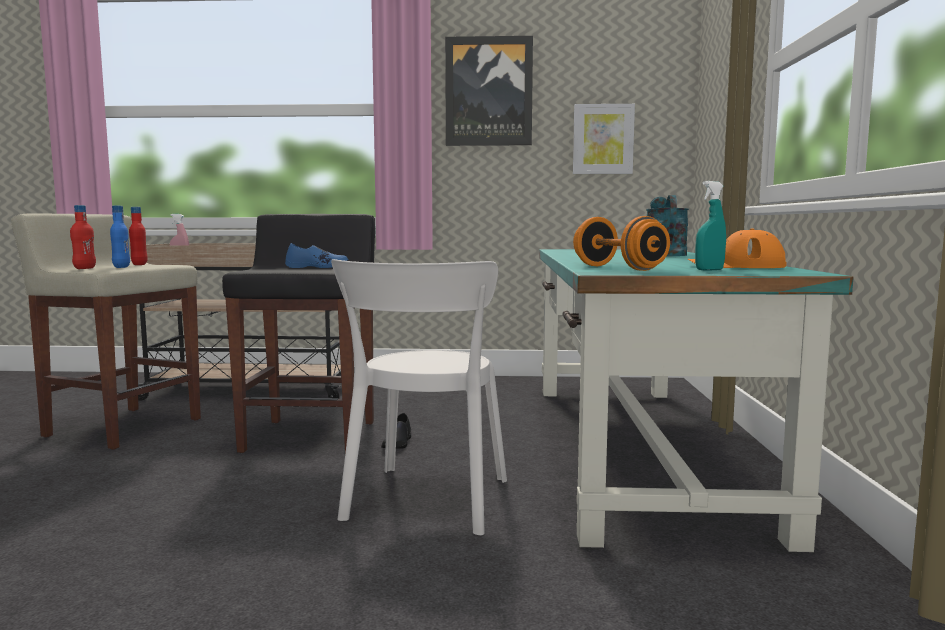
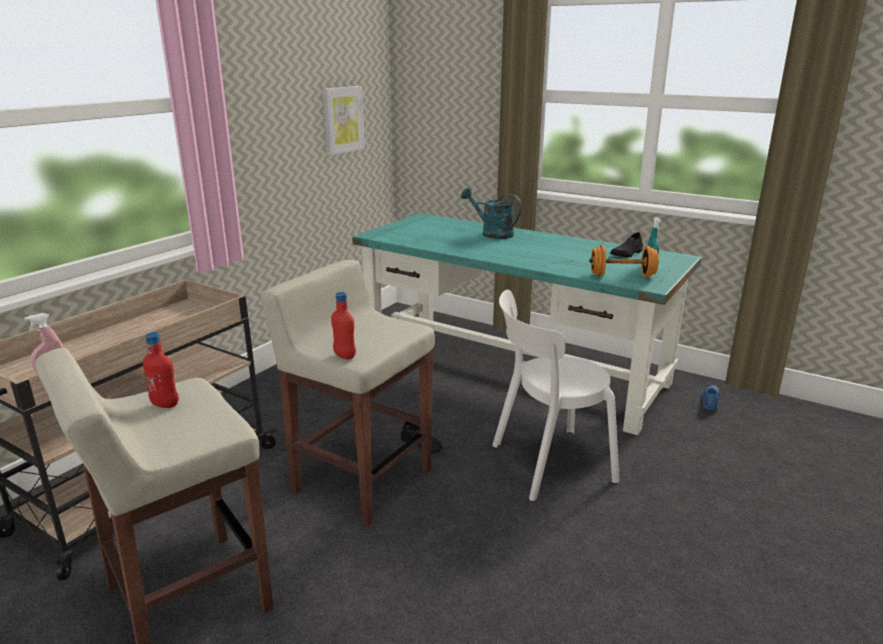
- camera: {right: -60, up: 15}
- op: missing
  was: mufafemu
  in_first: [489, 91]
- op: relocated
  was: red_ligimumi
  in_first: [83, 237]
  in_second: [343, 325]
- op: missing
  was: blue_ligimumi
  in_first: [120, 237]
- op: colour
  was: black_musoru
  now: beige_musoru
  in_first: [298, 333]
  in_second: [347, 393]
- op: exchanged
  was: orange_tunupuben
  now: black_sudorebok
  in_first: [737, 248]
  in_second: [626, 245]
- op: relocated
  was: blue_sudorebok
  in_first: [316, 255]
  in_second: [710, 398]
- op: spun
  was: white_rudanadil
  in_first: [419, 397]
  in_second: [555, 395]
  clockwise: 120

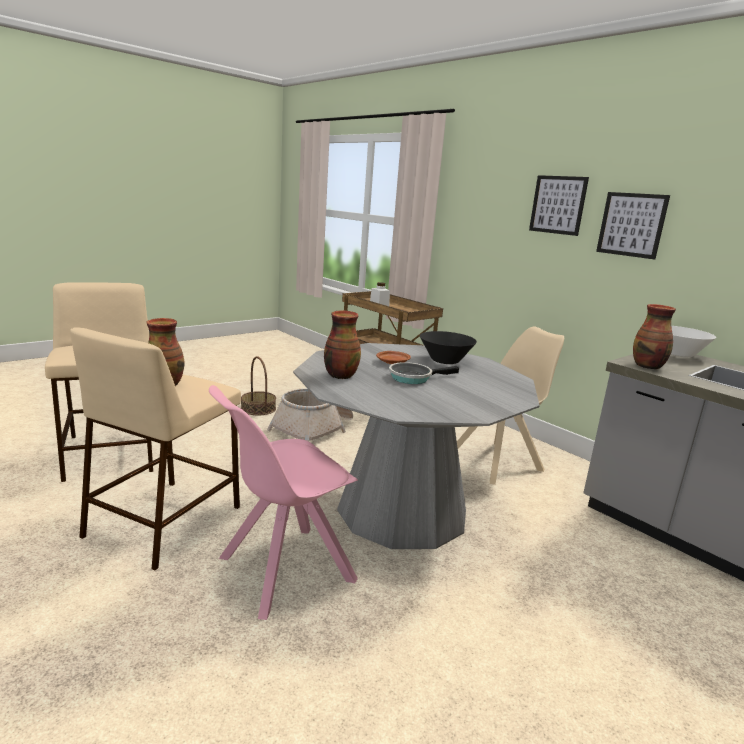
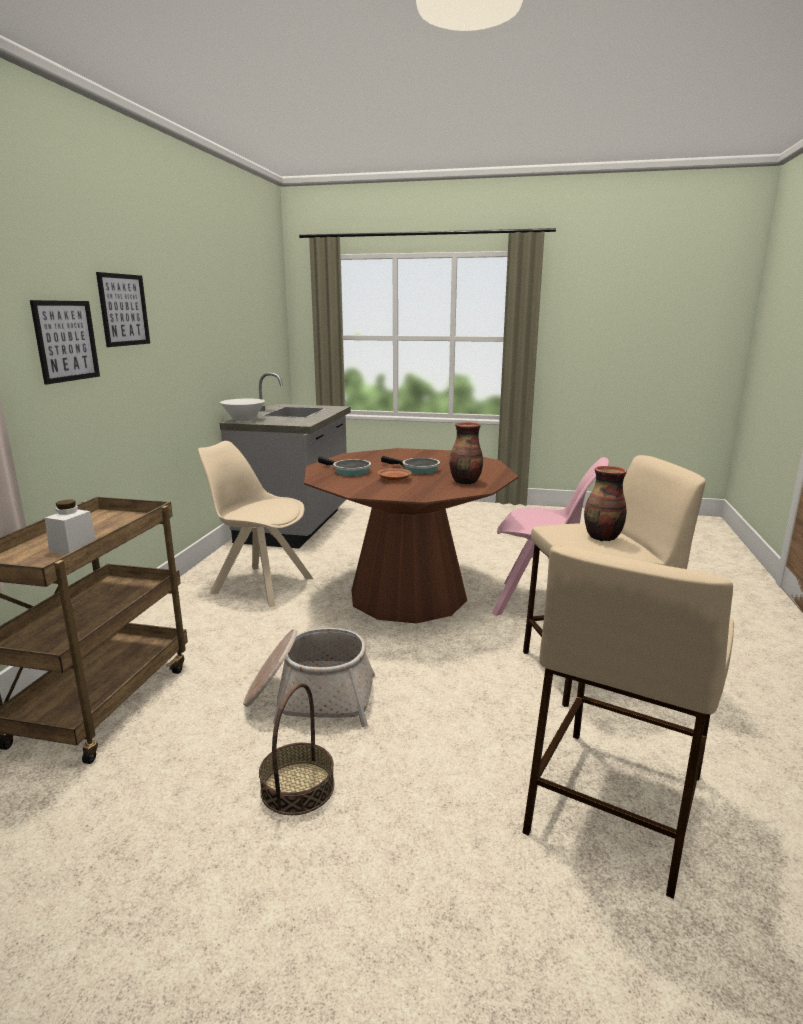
- camera: {right: -125, up: 0}
- op: relocated
  was: mufafemu
  in_first: [633, 226]
  in_second: [65, 342]
- op: missing
  was: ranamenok
  in_first: [654, 336]
- op: exchanged
  was: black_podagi
  now: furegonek
  in_first: [448, 347]
  in_second: [344, 466]
- op: colour
  was: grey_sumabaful
  now: brown_sumabaful
  in_first: [416, 446]
  in_second: [411, 536]

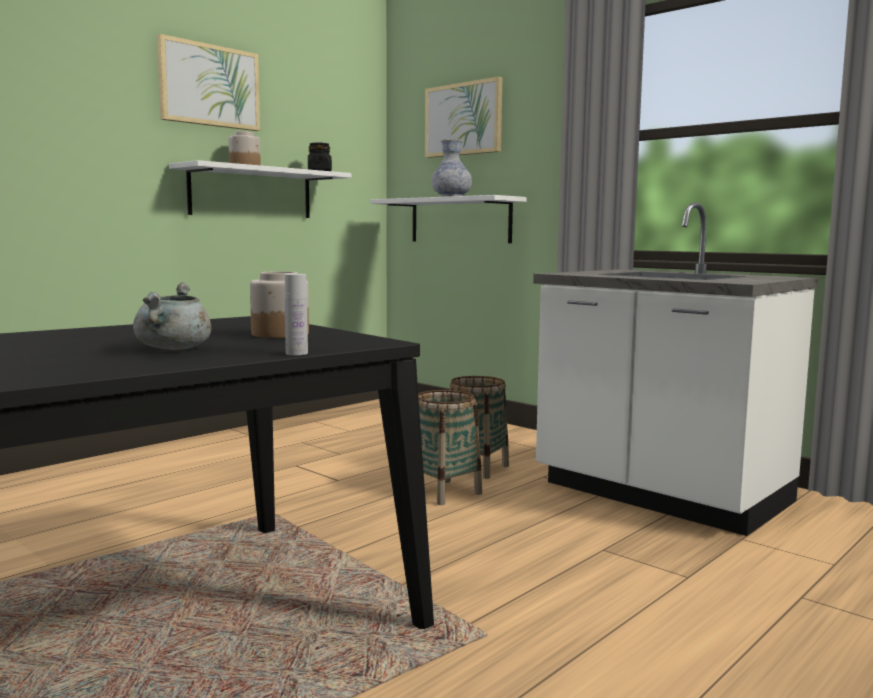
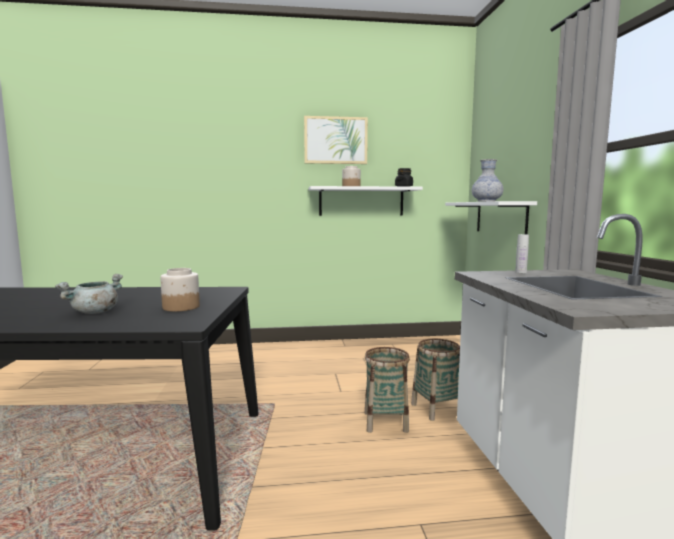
- camera: {right: 40, up: 0}
- op: missing
  was: mufafemu
  in_first: [464, 117]
- op: relocated
  was: white_ligimumi
  in_first: [296, 314]
  in_second: [522, 253]

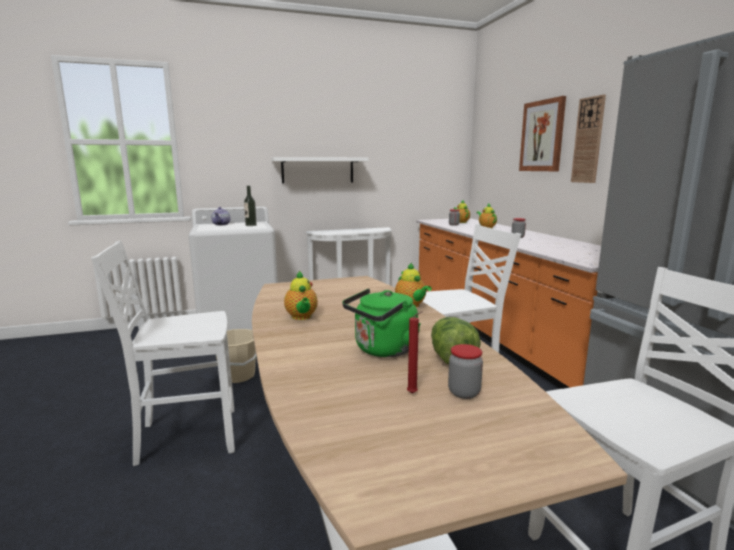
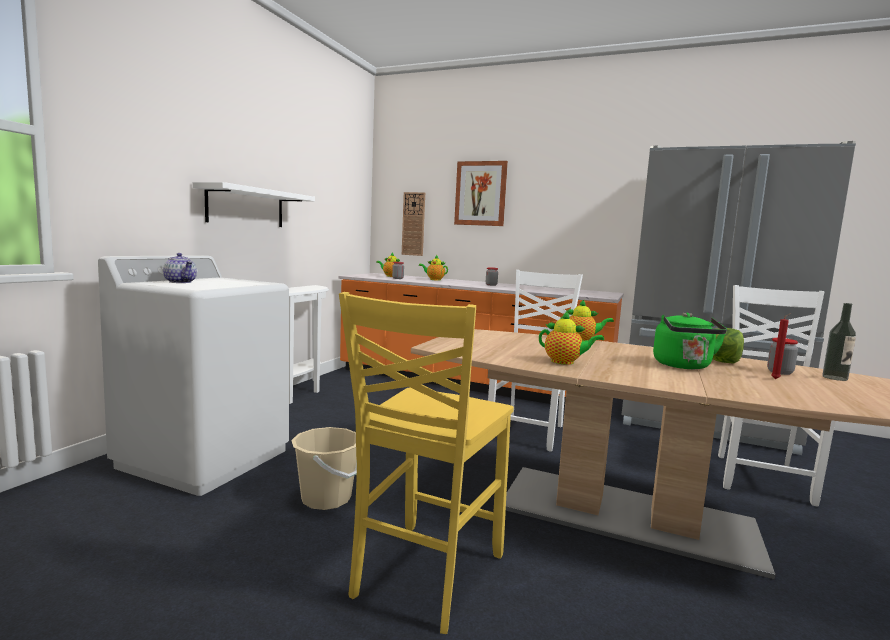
- camera: {right: -50, up: -5}
- op: relocated
  was: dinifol
  in_first: [588, 138]
  in_second: [413, 224]
- op: relocated
  was: ligimumi
  in_first: [250, 206]
  in_second: [839, 342]
- op: colour
  was: white_rudanadil
  now: yellow_rudanadil
  in_first: [163, 353]
  in_second: [426, 463]

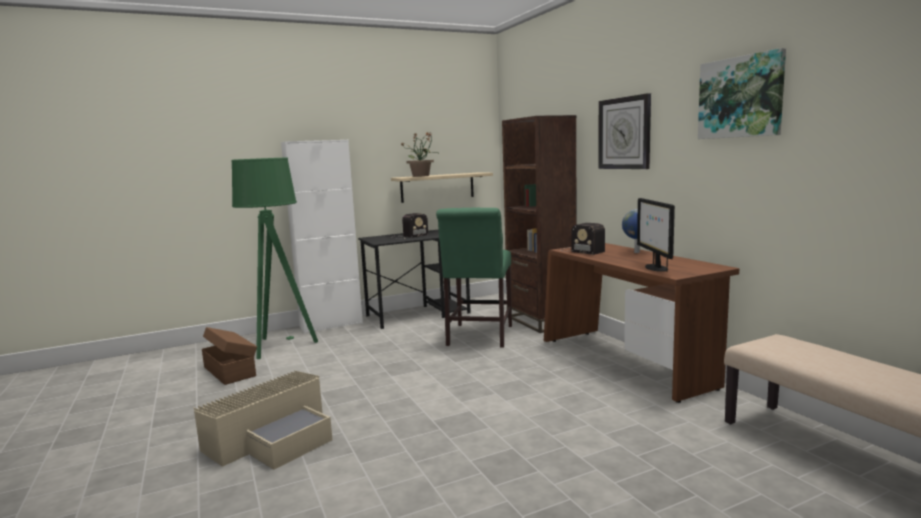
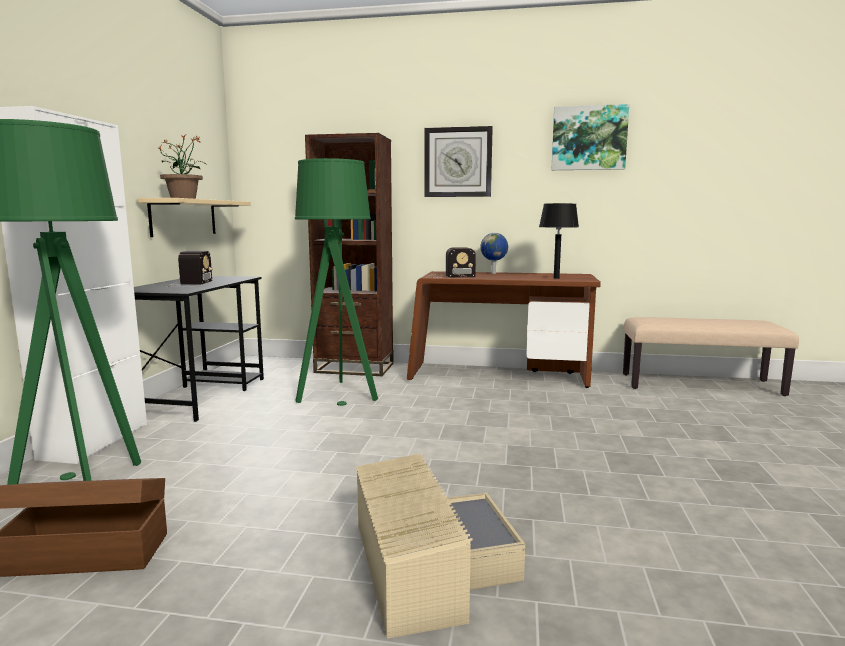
- camera: {right: -55, up: 0}
- op: exchanged
  was: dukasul
  now: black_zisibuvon
  in_first: [656, 235]
  in_second: [559, 241]
- op: exchanged
  was: green_rudanadil
  now: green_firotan
  in_first: [474, 277]
  in_second: [336, 282]

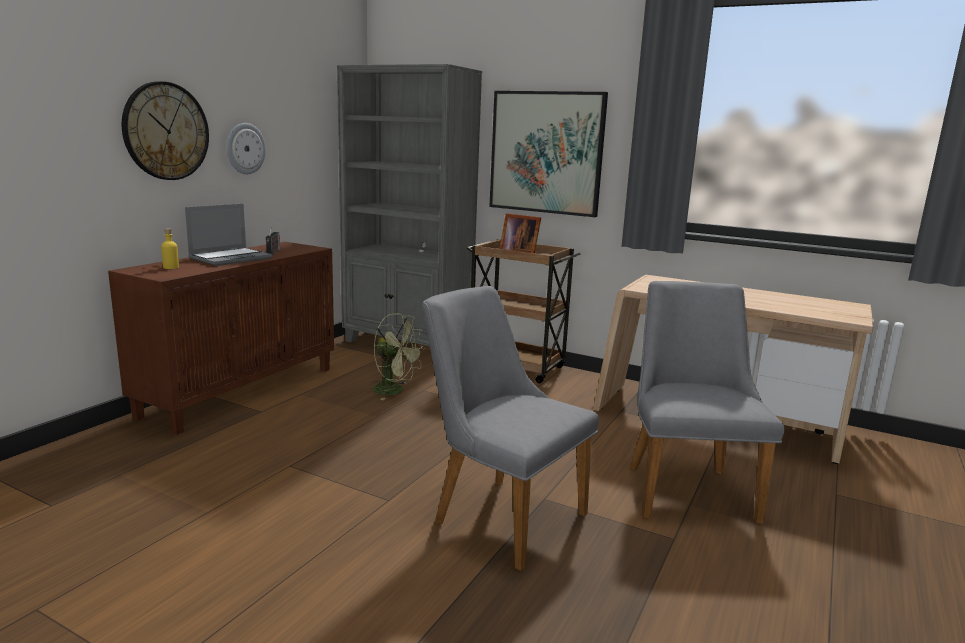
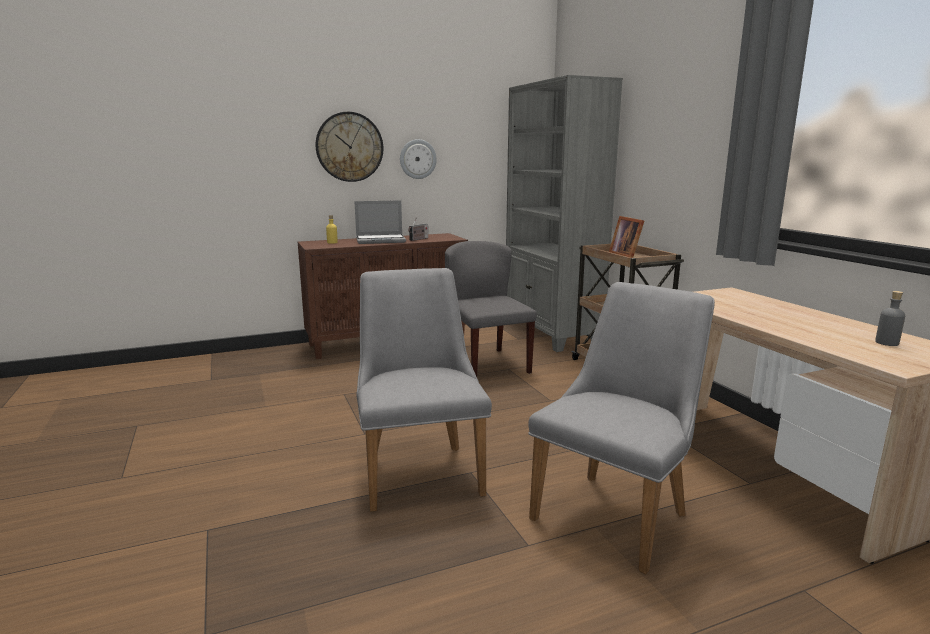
- camera: {right: 40, up: 0}
- op: missing
  was: mufafemu
  in_first: [548, 154]
- op: exchanged
  was: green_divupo
  now: grey_rudanadil
  in_first: [399, 356]
  in_second: [490, 309]
- op: appeared
  now: grey_ligimumi
  in_second: [890, 318]

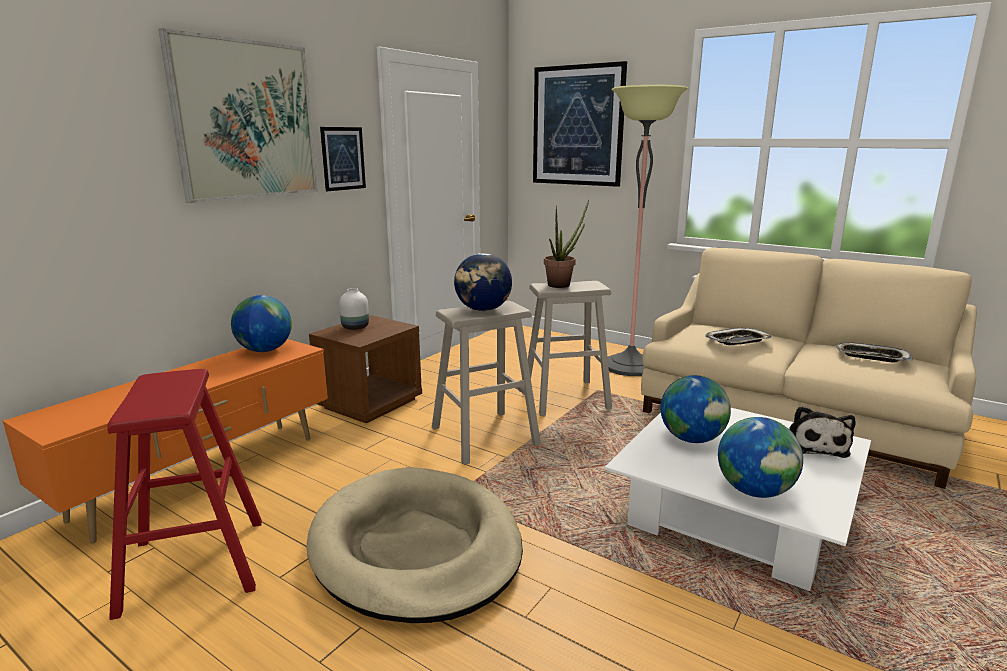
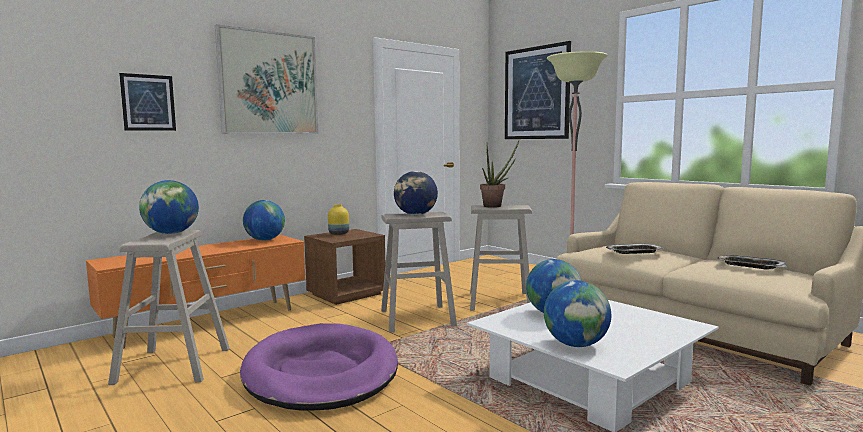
- camera: {right: 15, up: -10}
- op: relocated
  was: mufafemu
  in_first: [343, 159]
  in_second: [147, 102]
- op: colour
  was: white_ranamenok
  now: yellow_ranamenok
  in_first: [354, 309]
  in_second: [338, 219]
- op: colour
  was: red_musoru
  now: beige_musoru
  in_first: [184, 494]
  in_second: [169, 307]
- op: missing
  was: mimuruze
  in_first: [822, 432]
- op: colour
  was: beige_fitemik
  now: purple_fitemik
  in_first: [415, 545]
  in_second: [319, 366]
- op: appeared
  now: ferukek
  in_second: [169, 207]

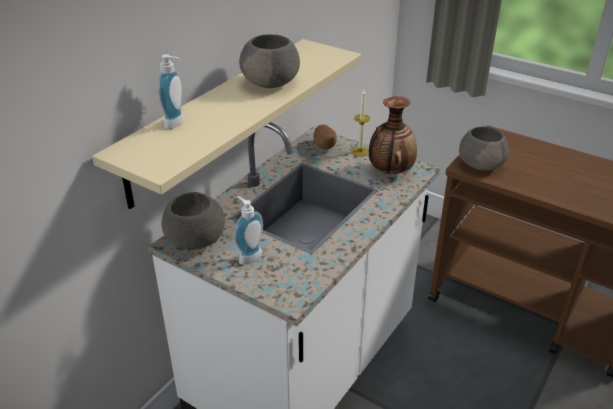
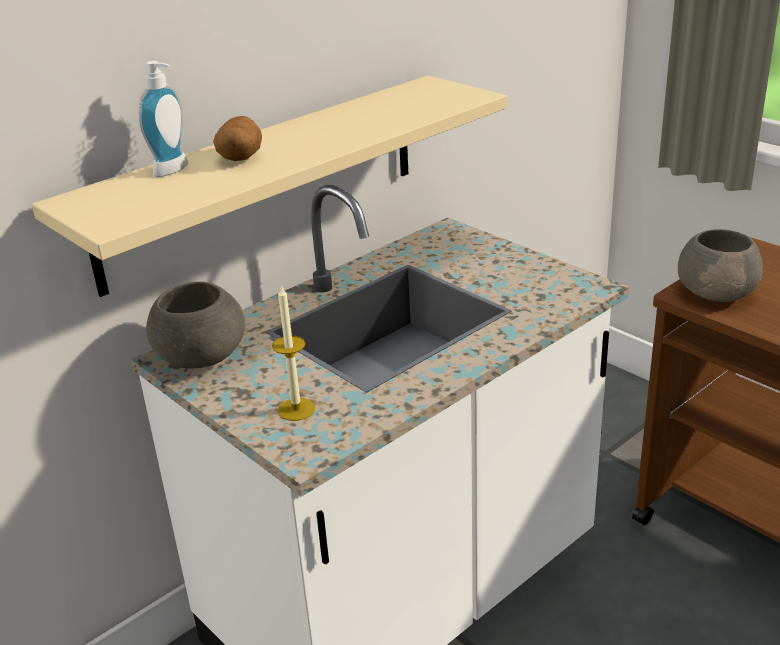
- camera: {right: 15, up: -5}
- op: missing
  was: grey_podagi
  in_first: [269, 61]
- op: relocated
  was: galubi
  in_first: [360, 122]
  in_second: [294, 353]
- op: missing
  was: ranamenok
  in_first: [393, 135]
- op: relocated
  was: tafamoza
  in_first: [325, 137]
  in_second: [237, 138]
- op: missing
  was: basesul
  in_first: [248, 230]

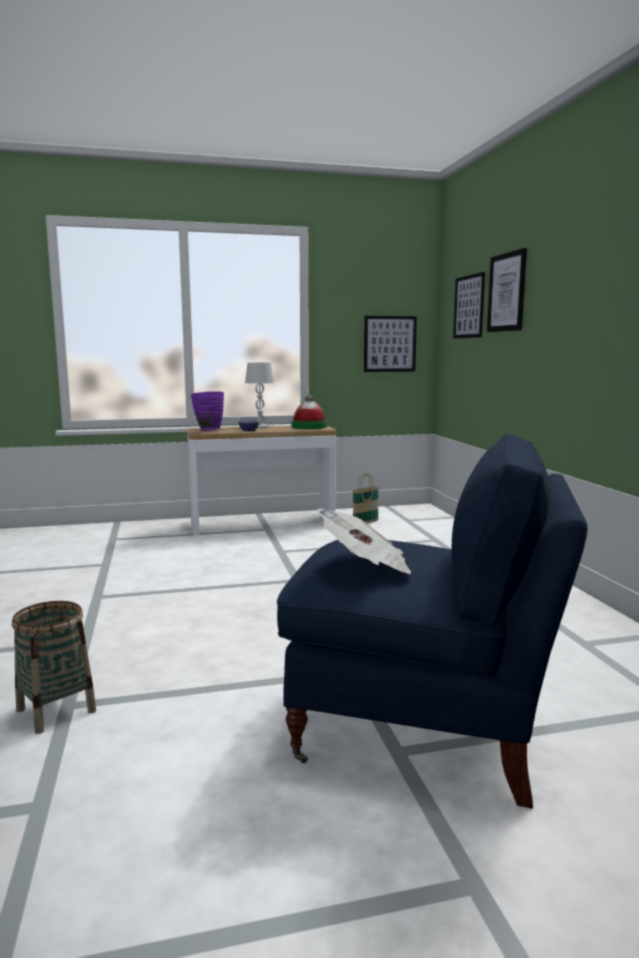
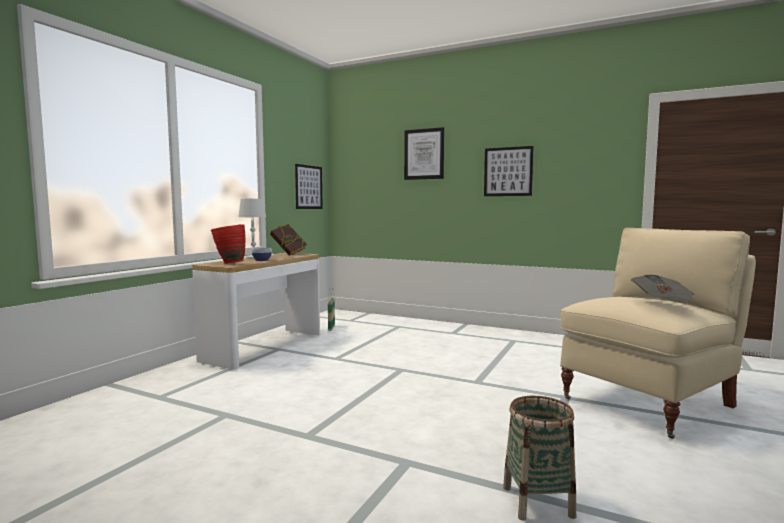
- camera: {right: -50, up: -5}
- op: relocated
  was: mufafemu
  in_first: [469, 305]
  in_second: [509, 171]
- op: colour
  was: purple_ranamenok
  now: red_ranamenok
  in_first: [207, 411]
  in_second: [228, 244]
- op: exchanged
  was: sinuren
  now: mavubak
  in_first: [309, 412]
  in_second: [288, 240]
- op: colour
  was: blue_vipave
  now: beige_vipave
  in_first: [432, 621]
  in_second: [658, 333]

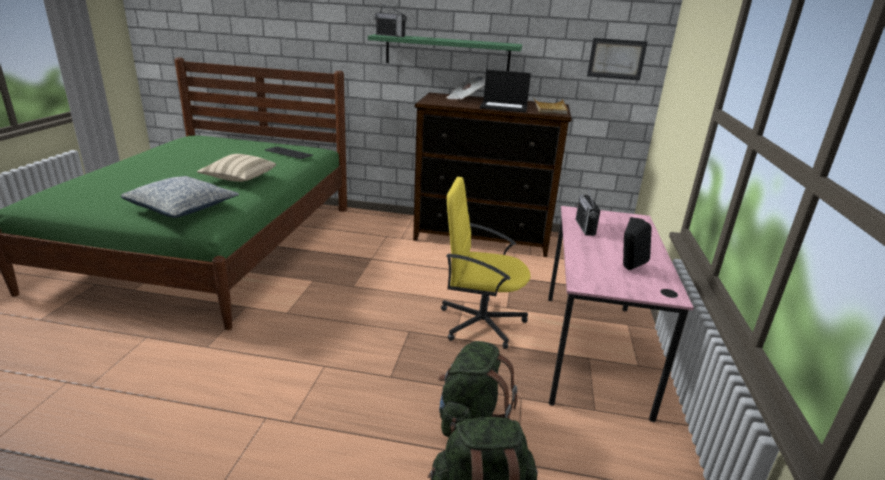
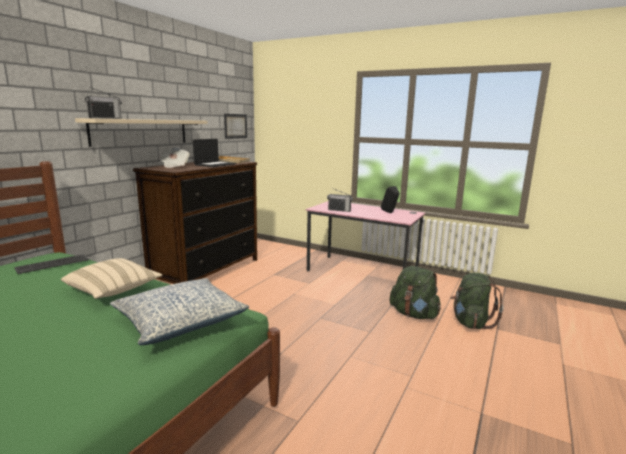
- camera: {right: -70, up: -10}
- op: colour
  was: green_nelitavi
  now: beige_nelitavi
  in_first: [445, 52]
  in_second: [141, 132]
- op: missing
  was: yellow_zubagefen
  in_first: [486, 263]

